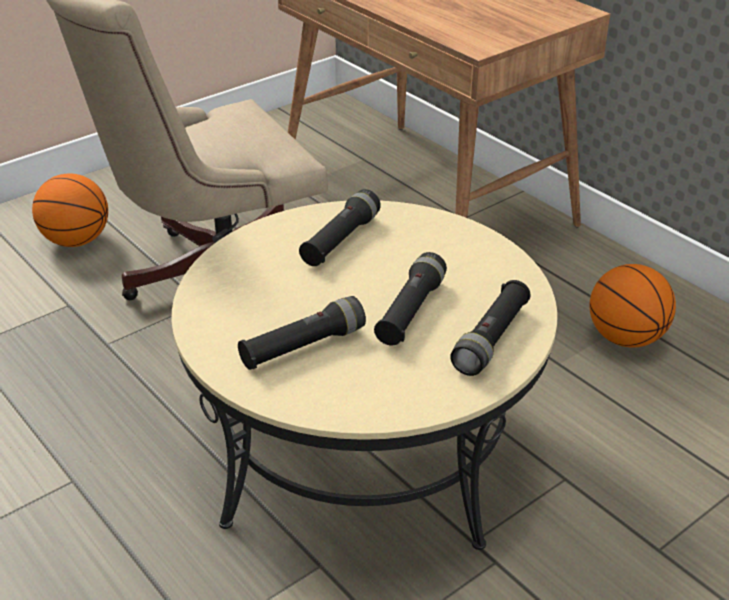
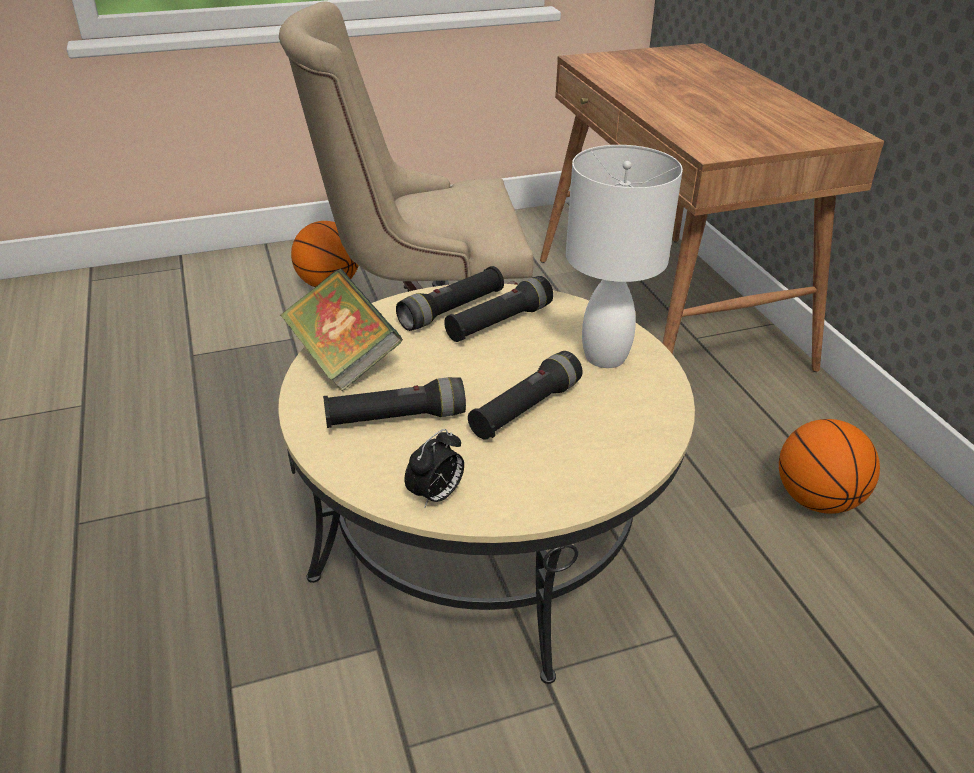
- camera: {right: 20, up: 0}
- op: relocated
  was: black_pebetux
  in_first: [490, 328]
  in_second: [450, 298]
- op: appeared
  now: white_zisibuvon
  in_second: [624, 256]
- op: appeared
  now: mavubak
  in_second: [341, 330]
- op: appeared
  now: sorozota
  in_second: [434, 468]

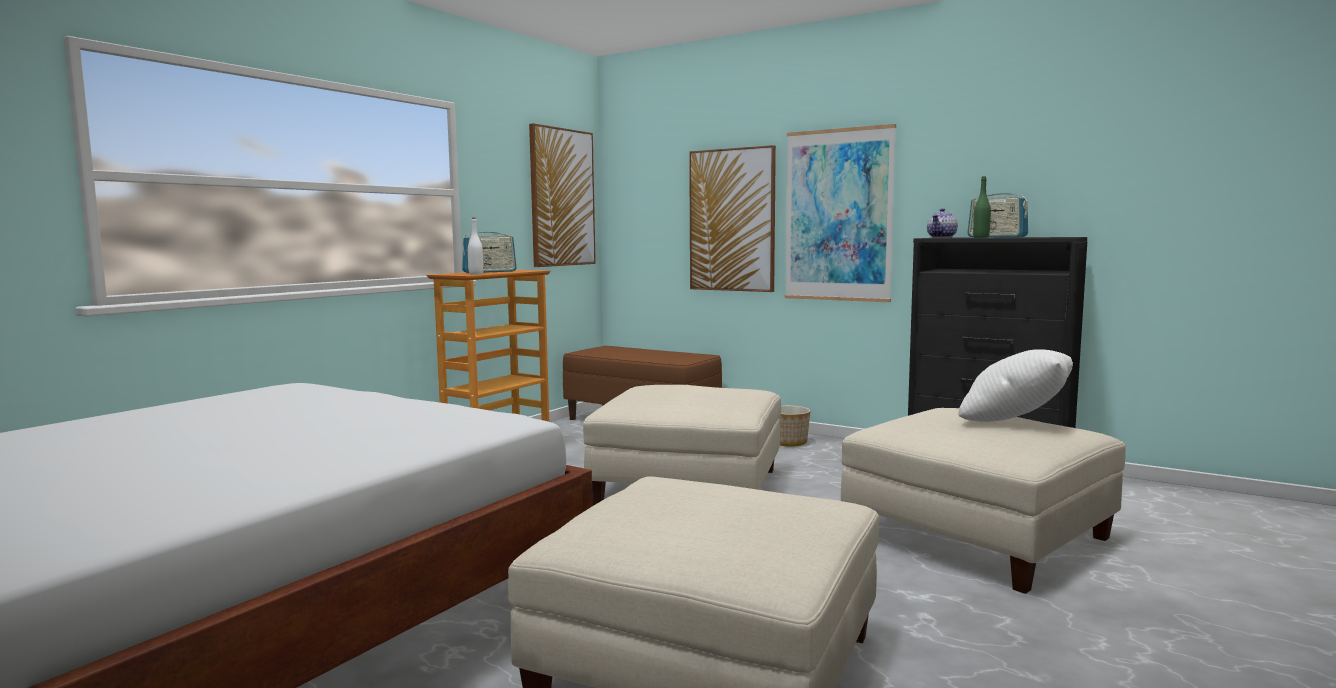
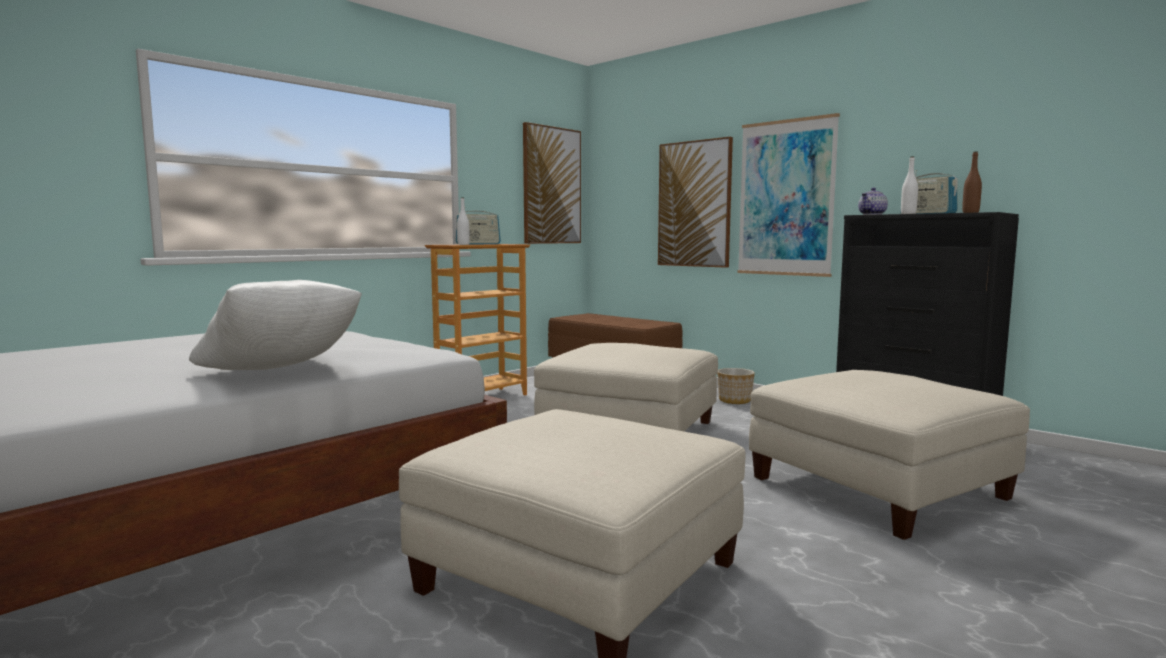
- camera: {right: 10, up: 0}
- op: colour
  was: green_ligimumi
  now: white_ligimumi
  in_first: [982, 207]
  in_second: [909, 185]
- op: relocated
  was: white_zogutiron
  in_first: [1016, 385]
  in_second: [275, 325]
- op: appeared
  now: brown_ligimumi
  in_second: [972, 182]

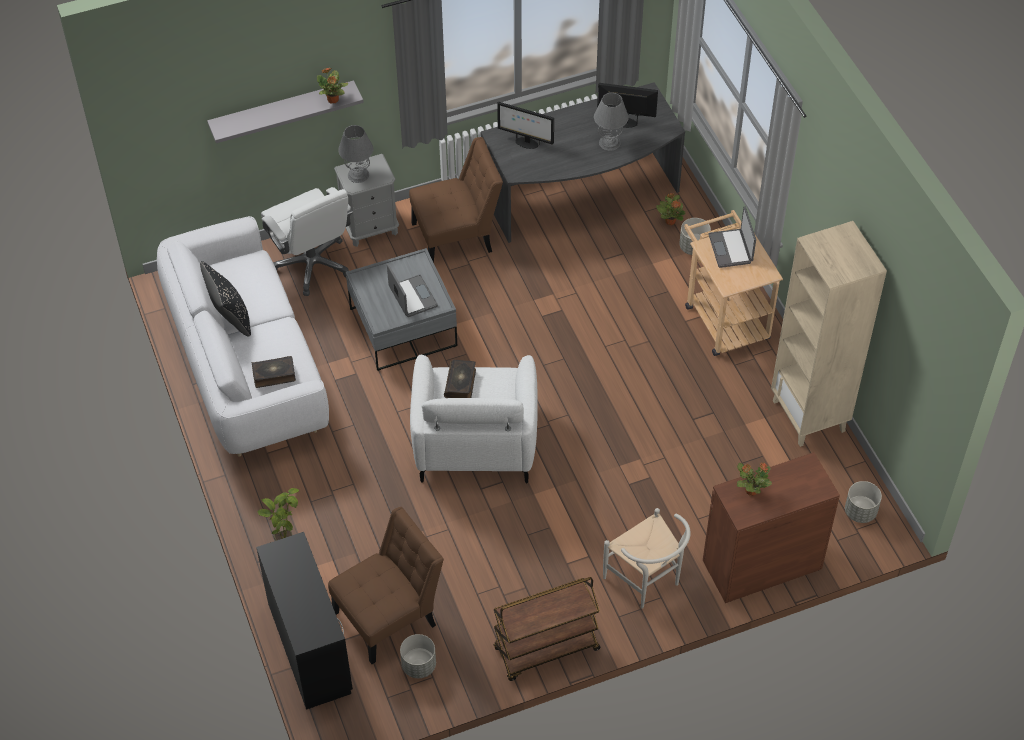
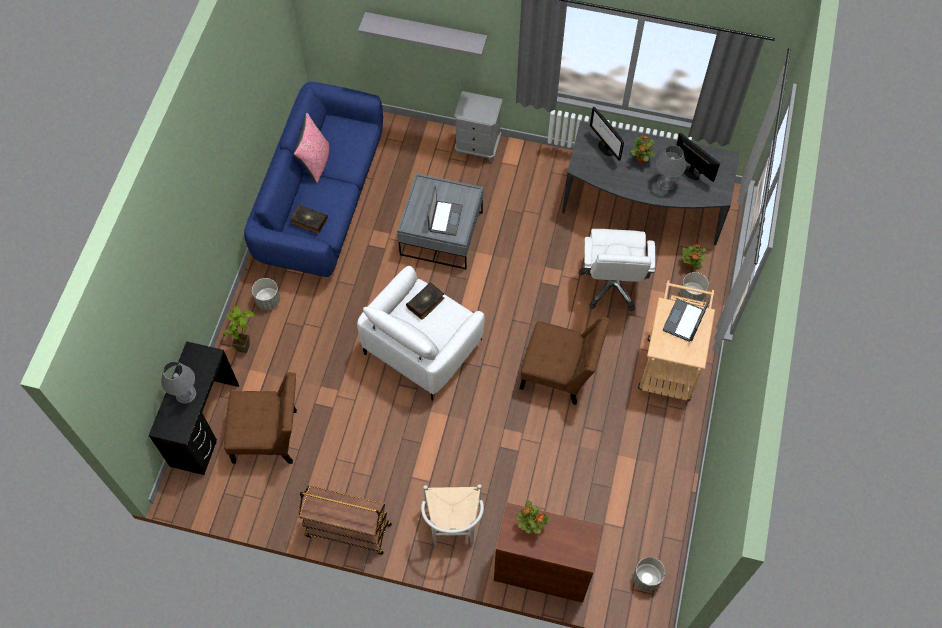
- camera: {right: 35, up: 10}
- op: relocated
  was: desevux
  in_first: [332, 85]
  in_second: [642, 149]
- op: relocated
  was: grey_zisibuvon
  in_first: [355, 154]
  in_second: [178, 382]
- op: relocated
  was: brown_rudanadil
  in_first: [456, 200]
  in_second: [565, 361]
- op: relocated
  was: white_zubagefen
  in_first: [307, 241]
  in_second: [616, 270]
- op: colour
  was: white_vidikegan
  now: blue_vidikegan
  in_first: [243, 336]
  in_second: [313, 179]
- op: missing
  was: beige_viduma
  in_first: [829, 334]
- op: colour
  was: black_zogutiron
  now: pink_zogutiron
  in_first: [225, 298]
  in_second: [311, 148]
- op: relocated
  was: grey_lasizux
  in_first: [418, 656]
  in_second: [266, 294]

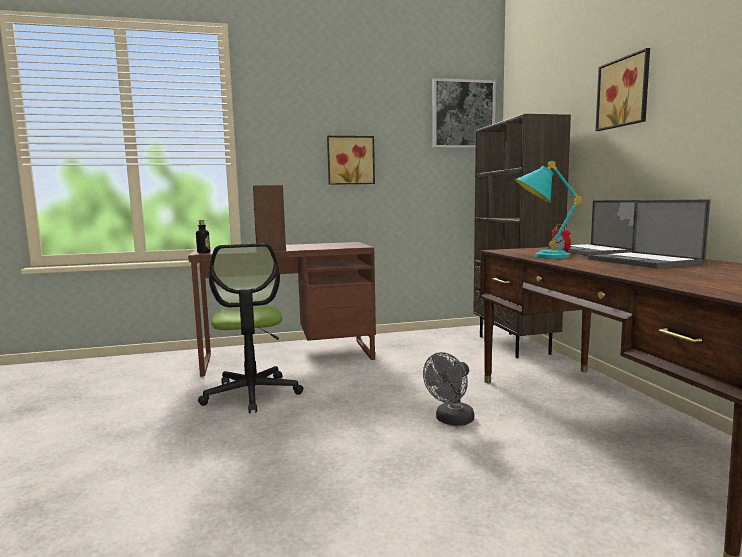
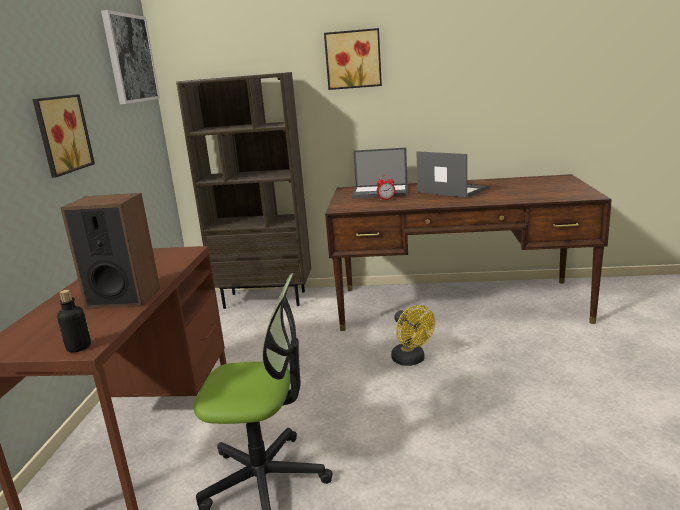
- camera: {right: -70, up: 10}
- op: missing
  was: turquoise_zisibuvon
  in_first: [548, 210]
- op: spun
  was: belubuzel
  in_first: [649, 233]
  in_second: [452, 174]
  clockwise: -135
- op: colour
  was: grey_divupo
  now: yellow_divupo
  in_first: [448, 389]
  in_second: [413, 335]

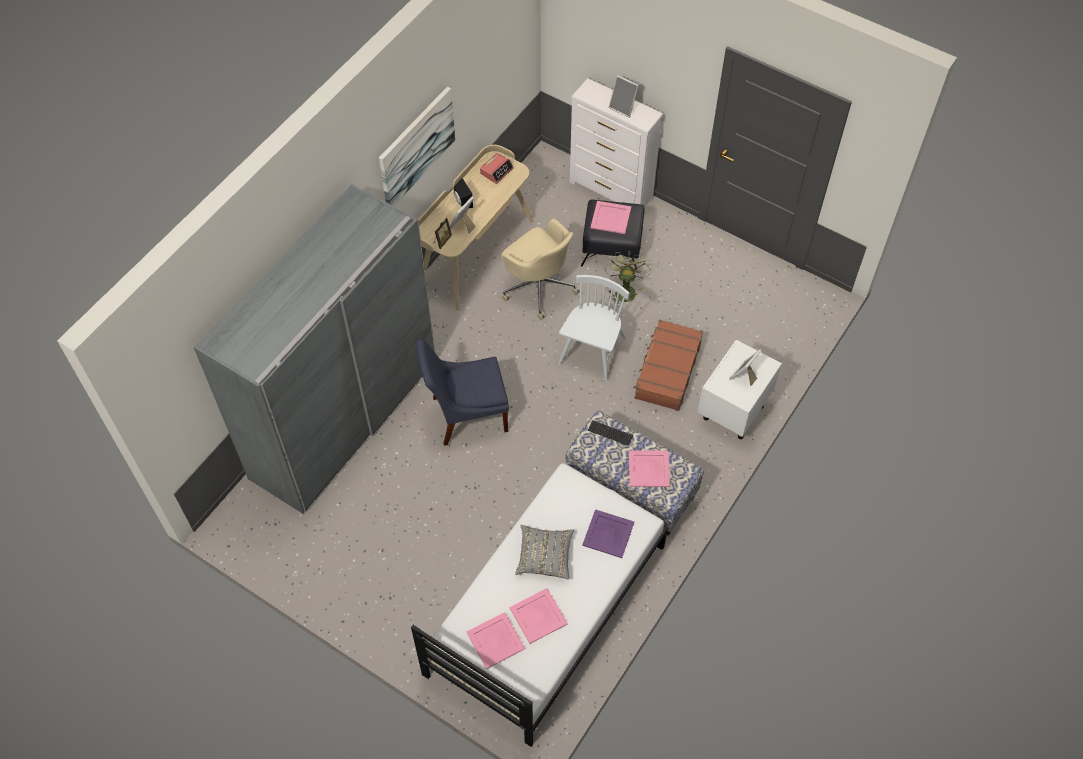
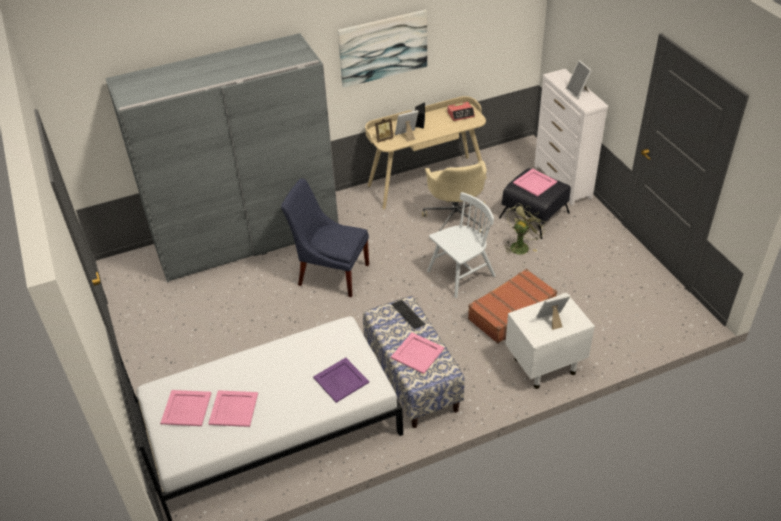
- camera: {right: 35, up: -15}
- op: missing
  was: grey_zogutiron
  in_first: [544, 552]

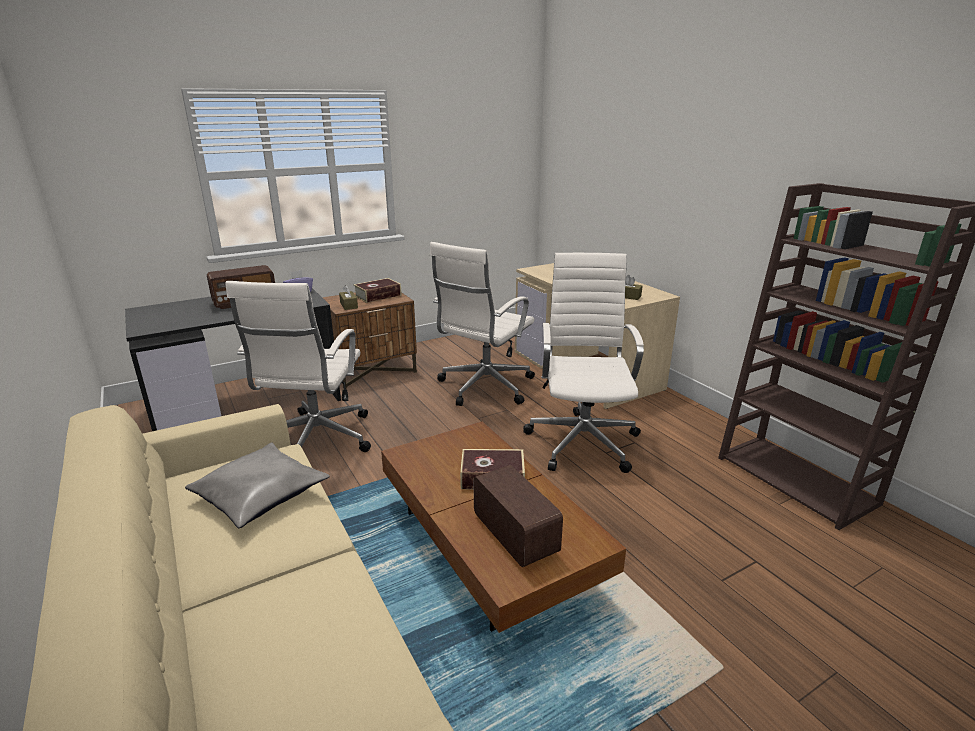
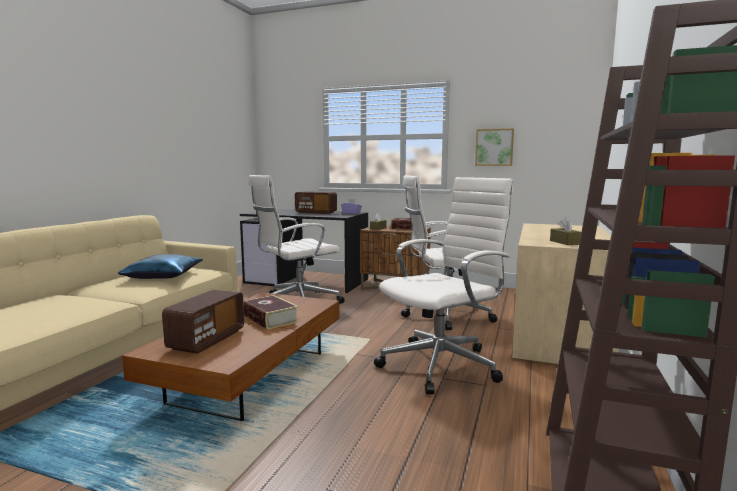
- camera: {right: 50, up: -15}
- op: colour
  was: grey_zogutiron
  now: blue_zogutiron
  in_first: [257, 485]
  in_second: [160, 266]
- op: appeared
  now: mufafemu
  in_second: [494, 147]

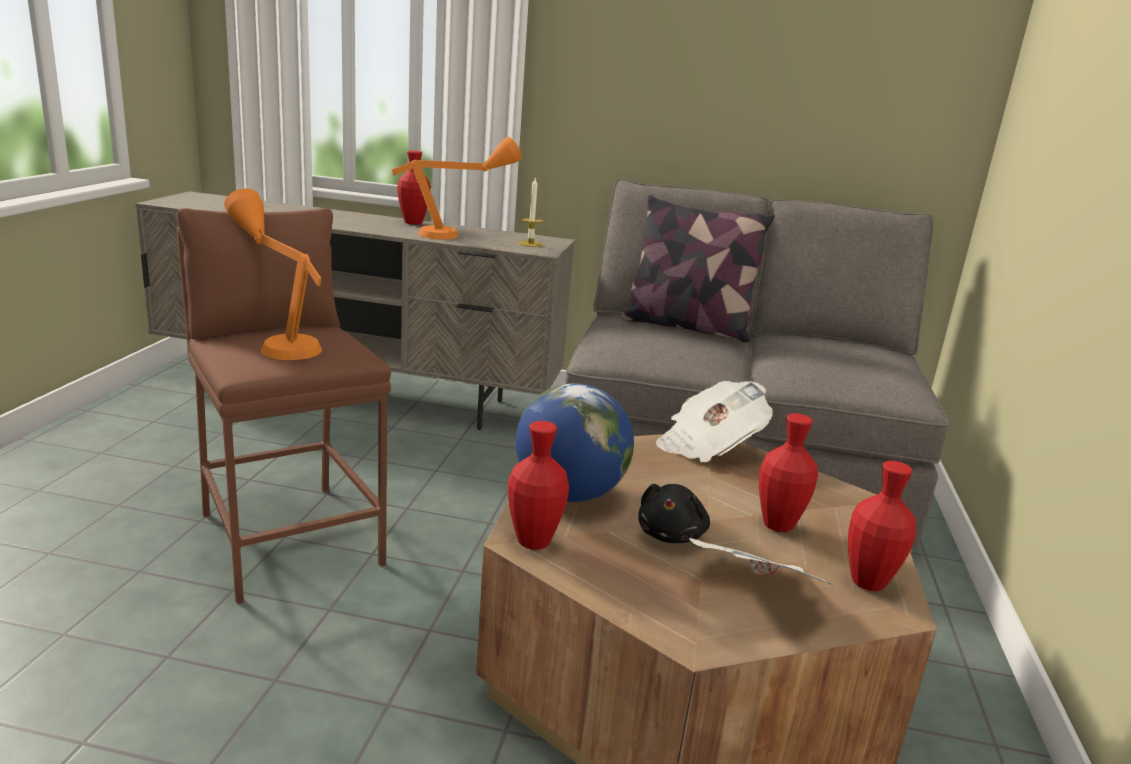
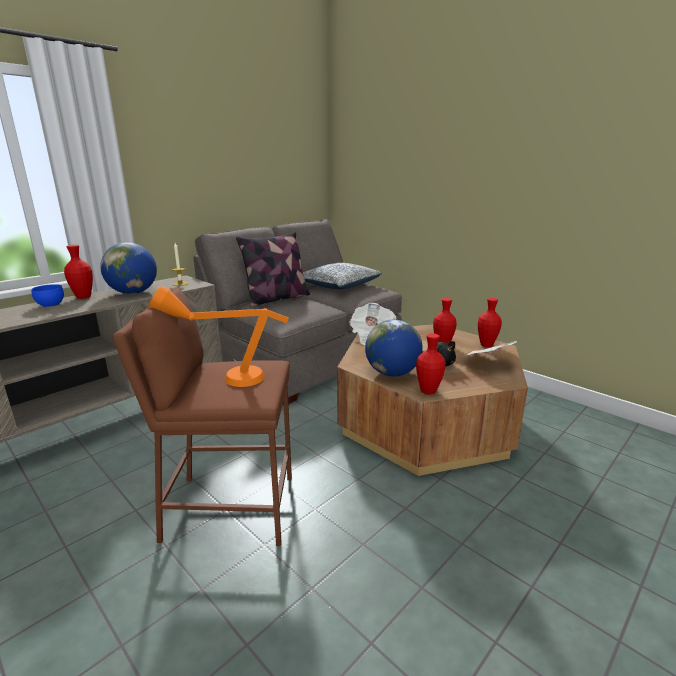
- camera: {right: -55, up: 0}
- op: exchanged
  was: orange_zisibuvon
  now: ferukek
  in_first: [457, 187]
  in_second: [128, 268]
- op: appeared
  now: zogutiron
  in_second: [342, 276]
- op: appeared
  now: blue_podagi
  in_second: [47, 295]

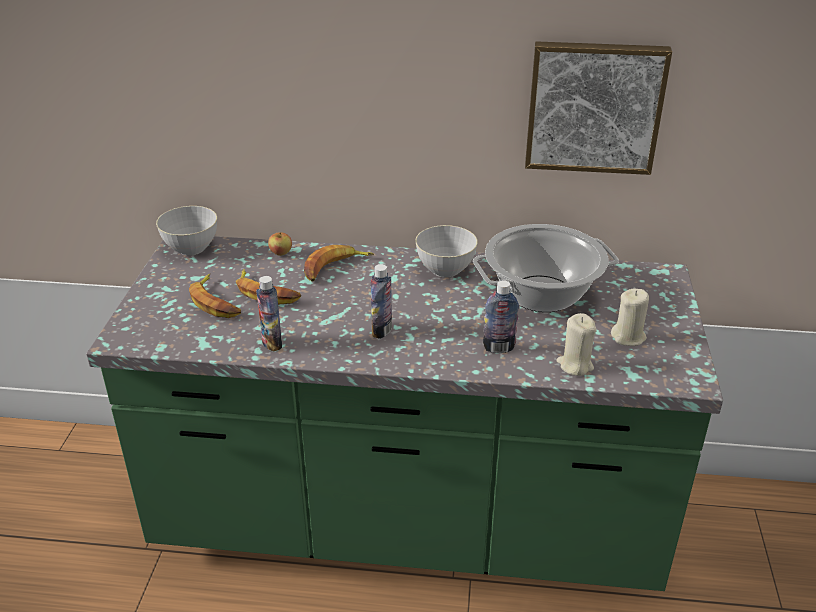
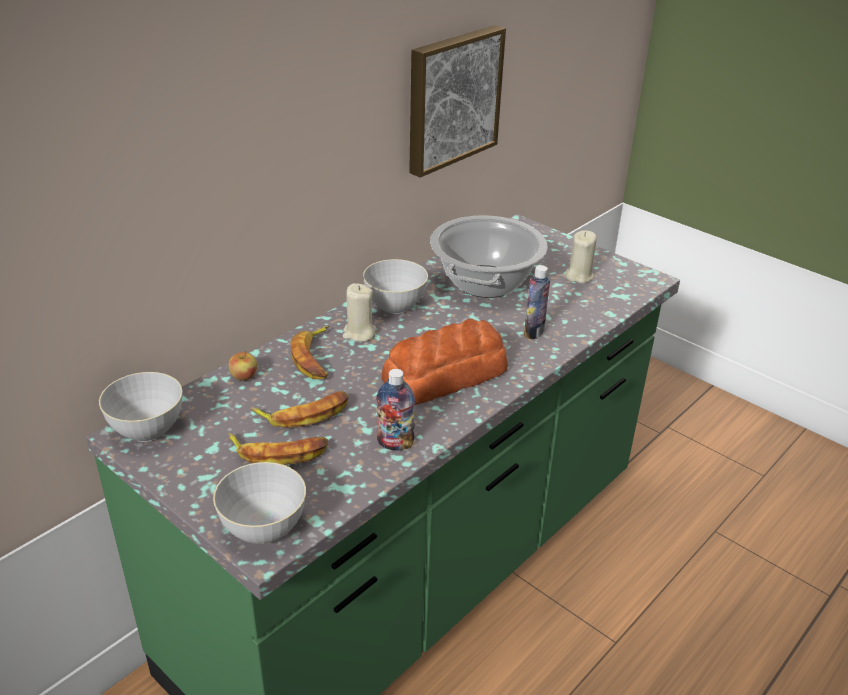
- camera: {right: -55, up: 0}
- op: exchanged
  was: ligimumi
  now: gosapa
  in_first: [381, 301]
  in_second: [445, 362]
- op: relocated
  was: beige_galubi
  in_first: [576, 344]
  in_second: [359, 312]
- op: appeared
  now: grey_podagi
  in_second: [259, 503]

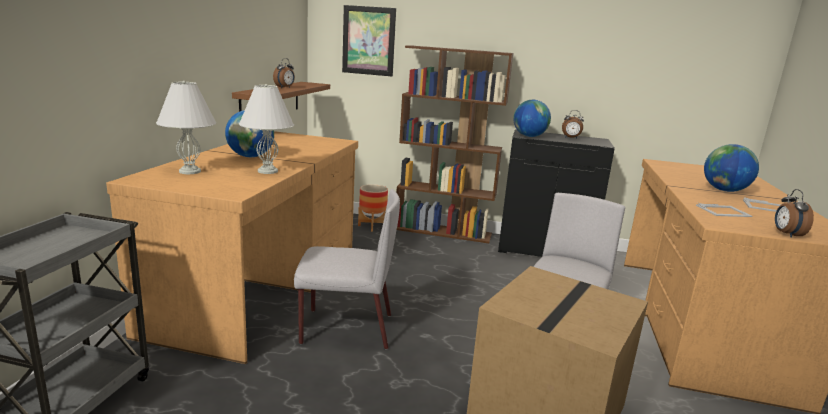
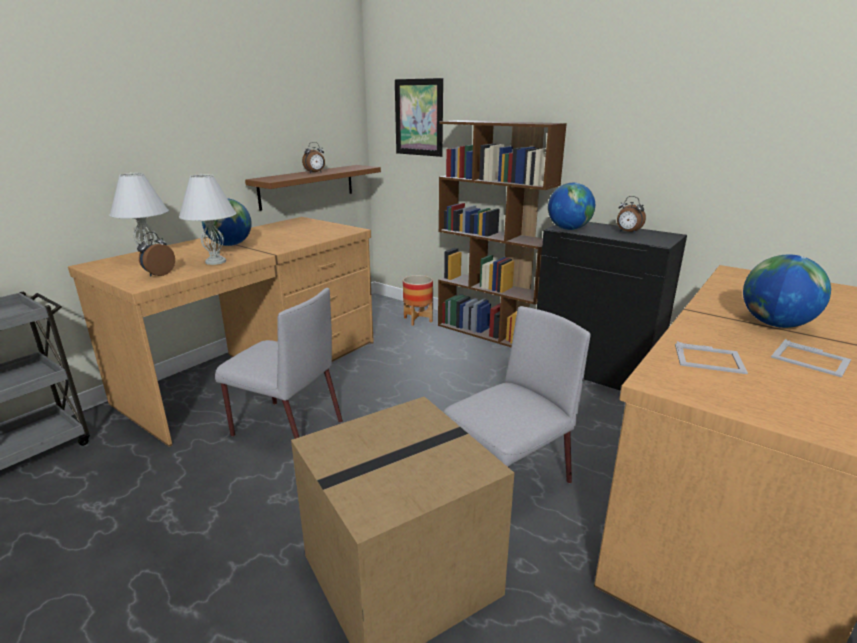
- camera: {right: 25, up: 5}
- op: relocated
  was: sorozota
  in_first: [794, 213]
  in_second: [156, 254]

